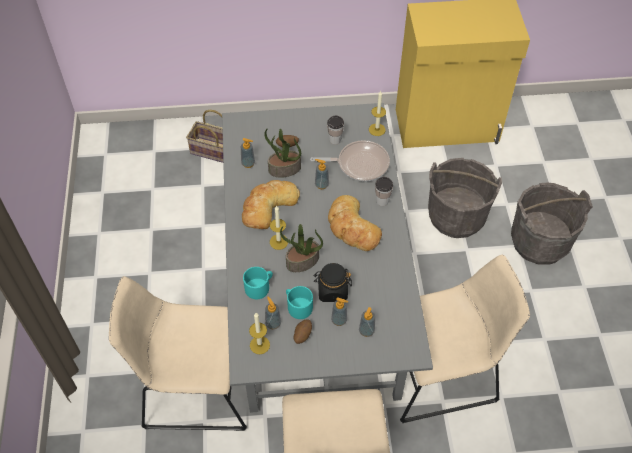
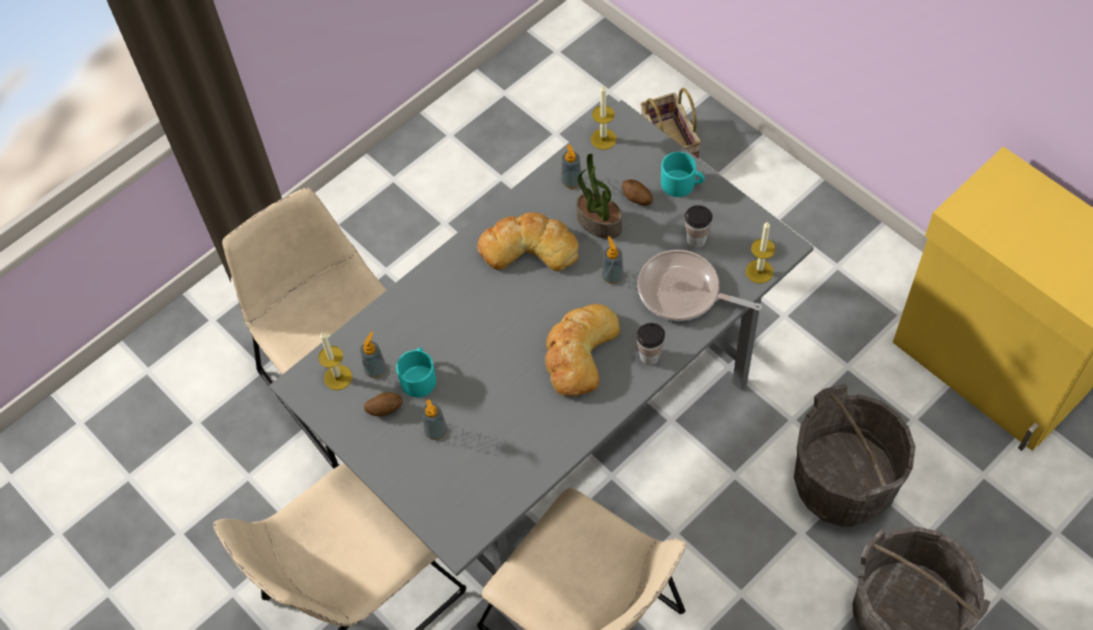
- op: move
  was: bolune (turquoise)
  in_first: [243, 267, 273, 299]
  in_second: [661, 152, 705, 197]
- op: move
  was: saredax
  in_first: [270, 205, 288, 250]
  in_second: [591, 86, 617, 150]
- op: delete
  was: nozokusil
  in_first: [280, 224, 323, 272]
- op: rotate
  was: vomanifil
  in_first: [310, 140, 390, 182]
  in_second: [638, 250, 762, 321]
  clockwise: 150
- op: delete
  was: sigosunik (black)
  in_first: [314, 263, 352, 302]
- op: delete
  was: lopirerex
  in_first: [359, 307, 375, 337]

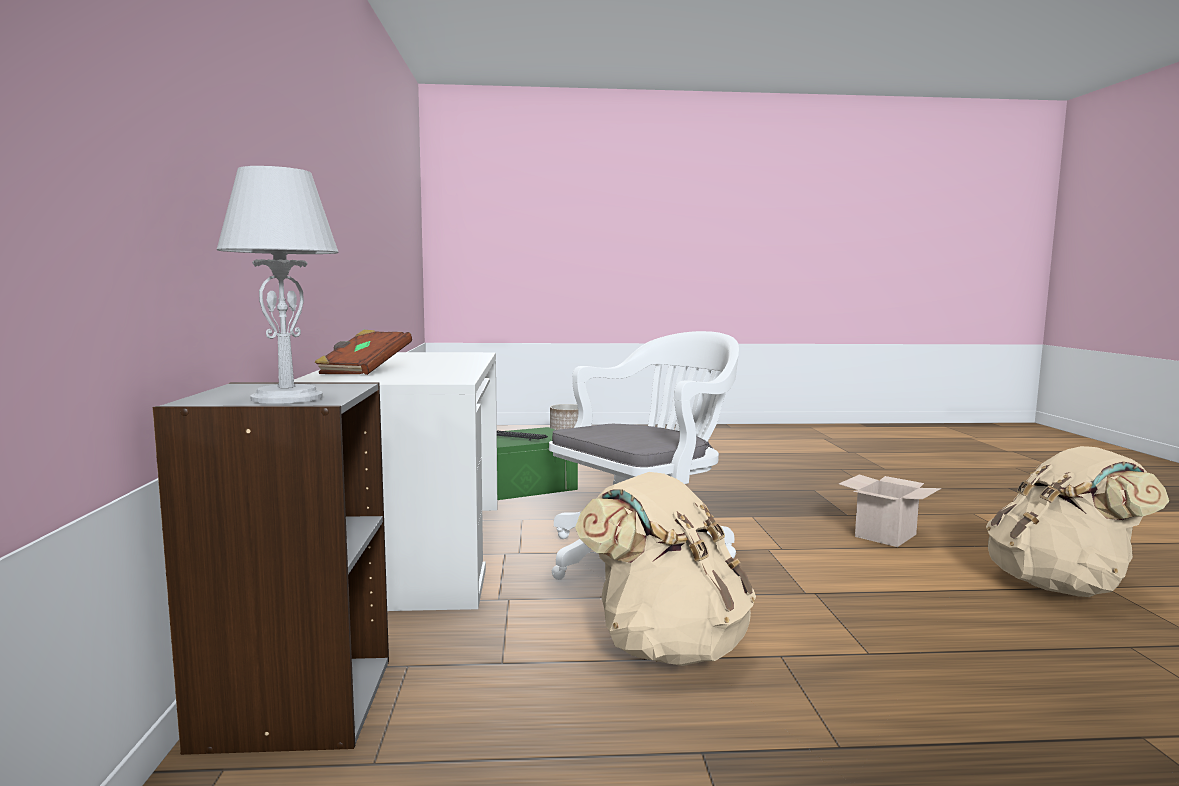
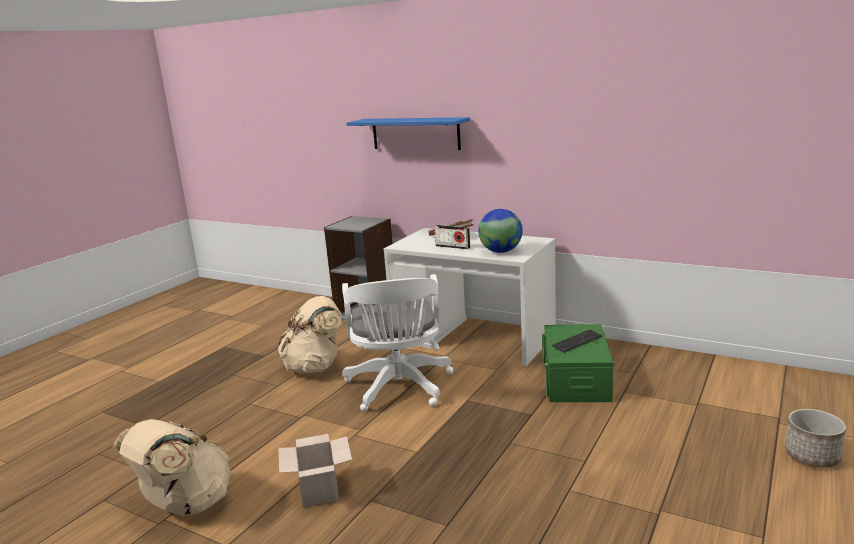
- op: delete
  was: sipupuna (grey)
  in_first: [217, 166, 338, 404]
- op: insert
  now: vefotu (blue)
  in_second: [346, 117, 470, 150]
- op: insert
  now: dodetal
  in_second: [435, 225, 470, 249]
- op: insert
  now: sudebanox
  in_second: [478, 209, 523, 253]

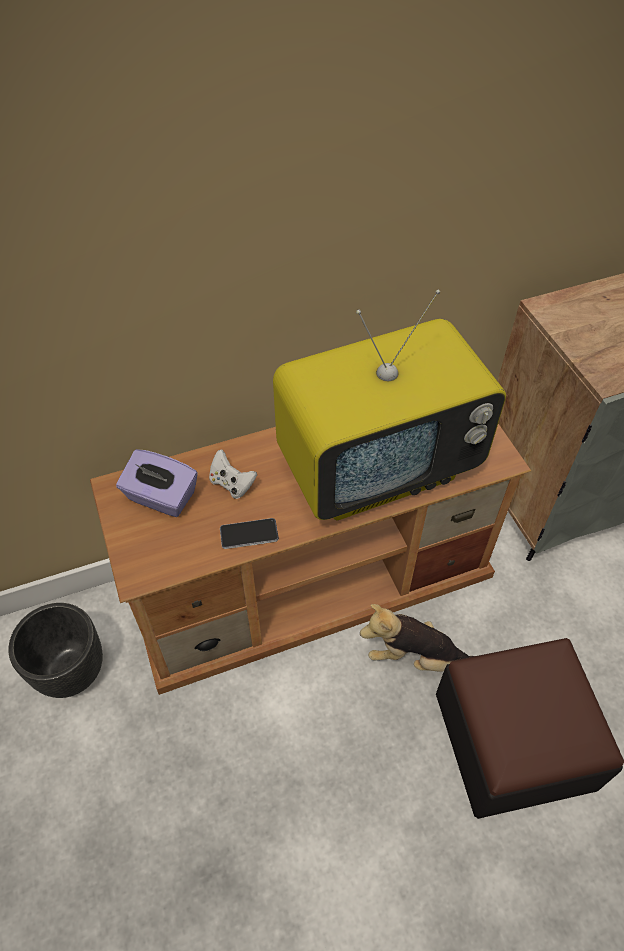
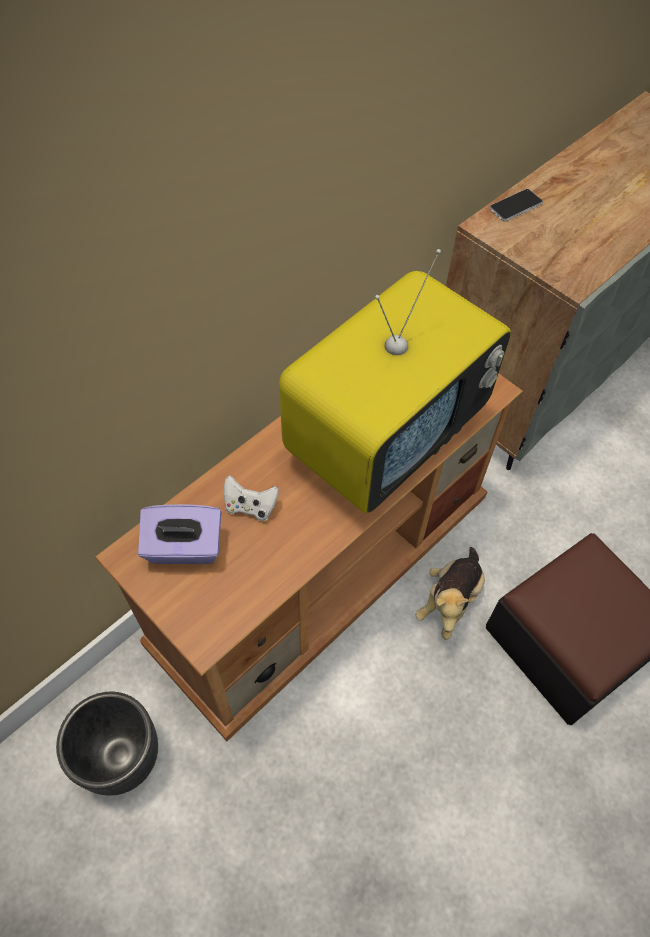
- op: move
  was: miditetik
  in_first: [220, 518, 279, 549]
  in_second: [489, 189, 543, 221]
- op: rotate
  was: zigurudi
  in_first: [360, 604, 474, 672]
  in_second: [415, 547, 485, 640]
  clockwise: -45

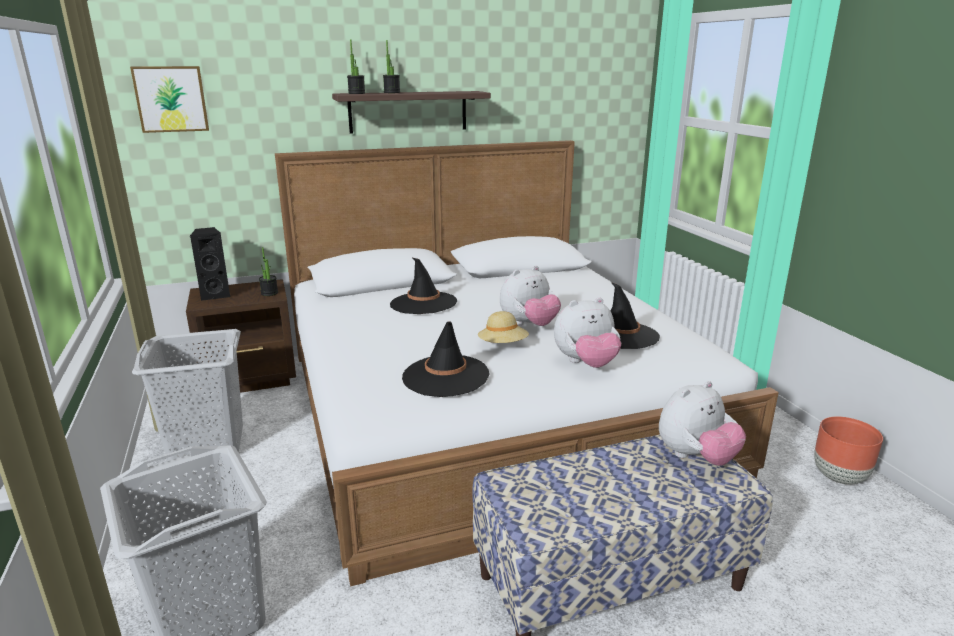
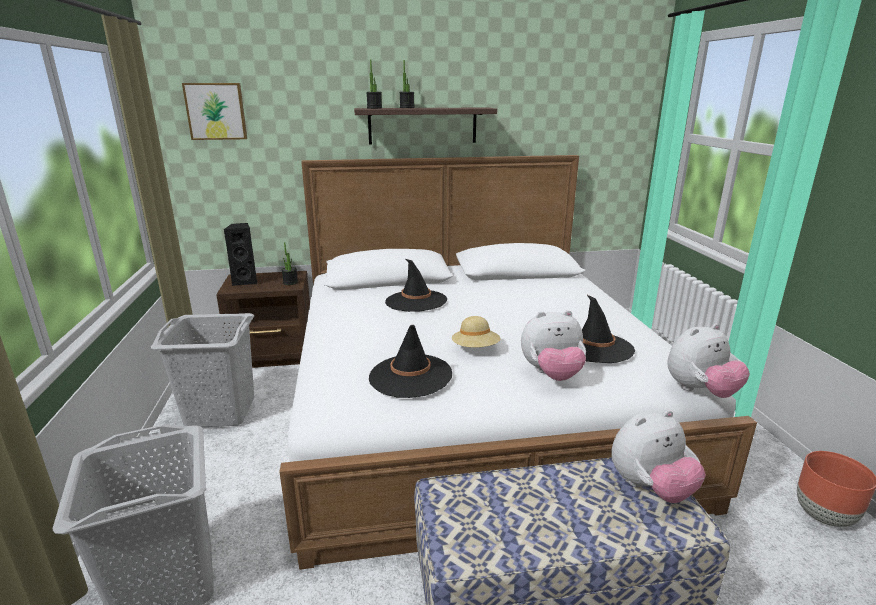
- op: move
  was: zigurudi
  in_first: [500, 266, 561, 326]
  in_second: [667, 324, 750, 398]

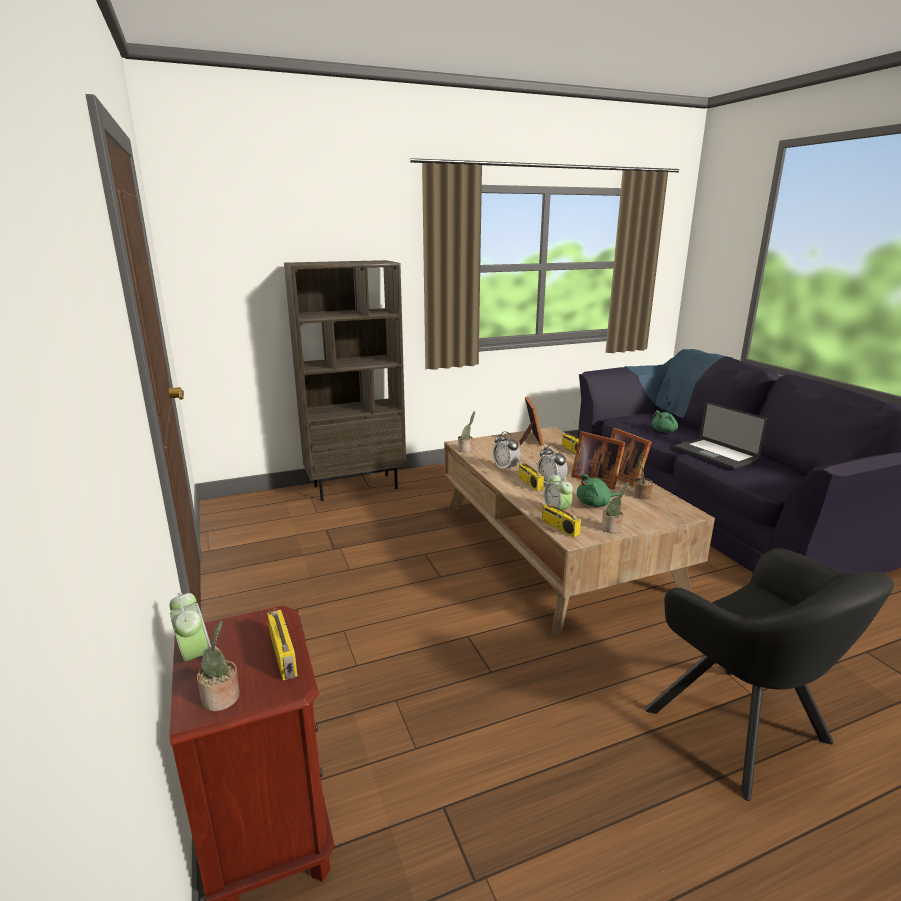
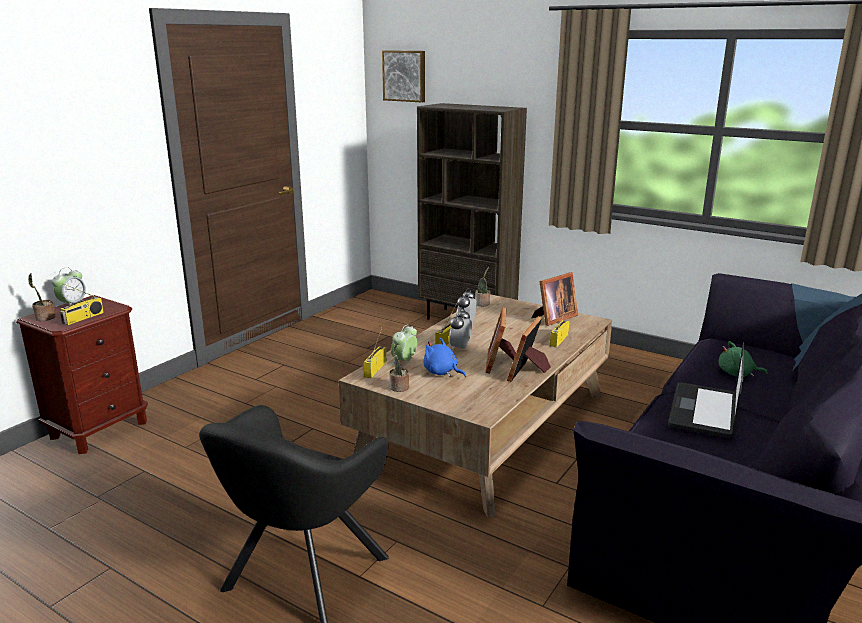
- op: recolor
  was: zigurudi (green)
  now: zigurudi (blue)
  in_first: [577, 474, 619, 507]
  in_second: [423, 338, 466, 377]
- op: delete
  was: nozokusil
  in_first: [633, 453, 653, 499]
- op: insert
  now: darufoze
  in_second: [382, 50, 425, 103]

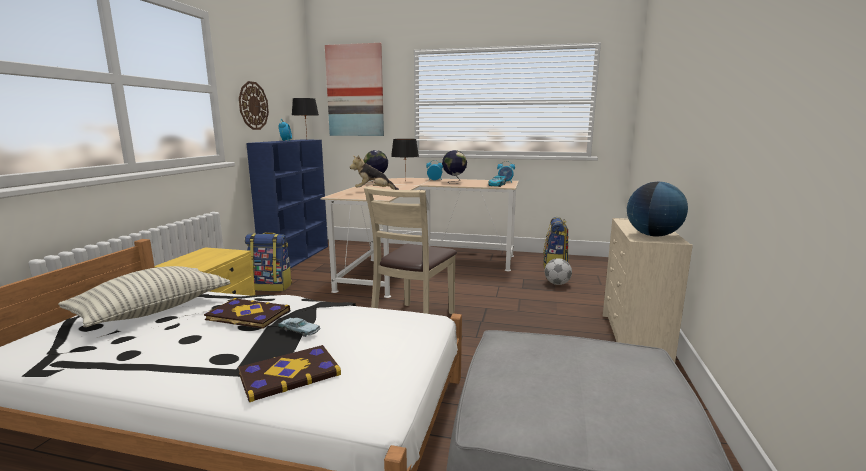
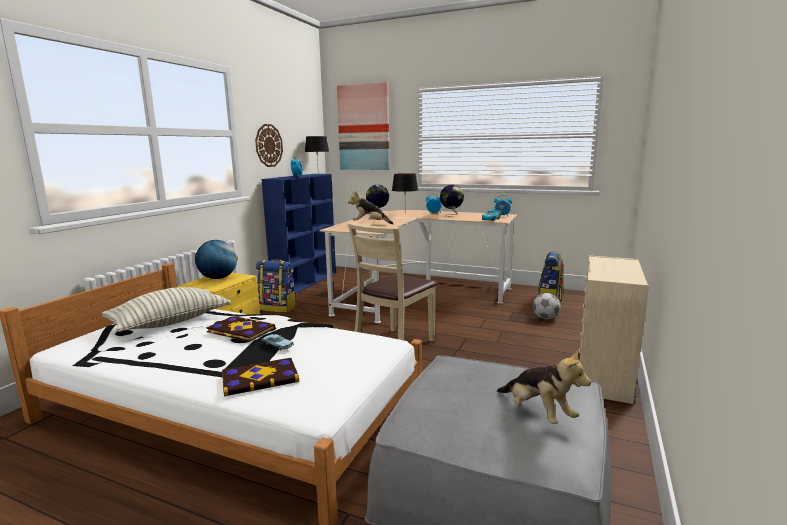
- op: move
  was: sudebanox
  in_first: [627, 182, 688, 236]
  in_second: [195, 240, 238, 279]
- op: insert
  now: zigurudi
  in_second: [497, 350, 591, 424]

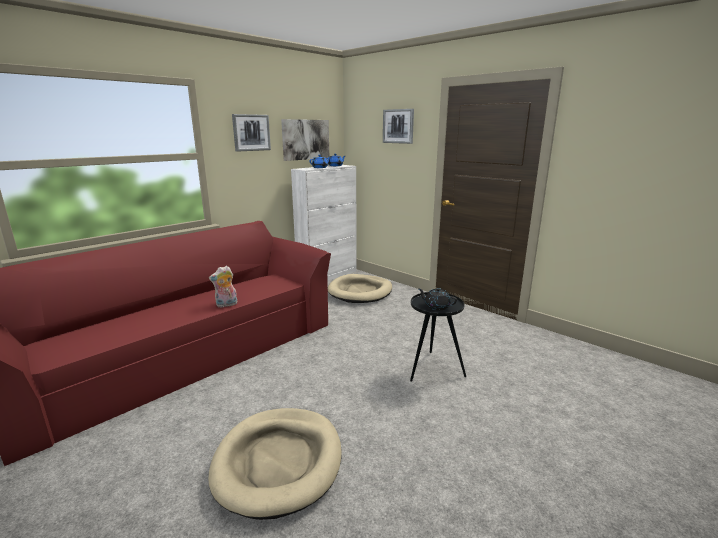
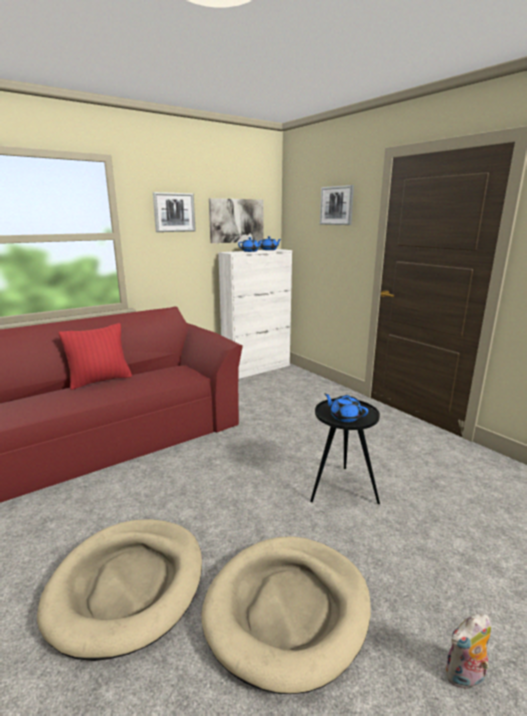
- op: move
  was: zigurudi
  in_first: [209, 266, 238, 307]
  in_second: [445, 613, 491, 690]
- op: move
  was: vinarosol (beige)
  in_first: [328, 274, 392, 303]
  in_second: [201, 536, 371, 694]
- op: recolor
  was: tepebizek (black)
  now: tepebizek (blue)
  in_first: [418, 288, 457, 310]
  in_second: [324, 393, 368, 422]
- op: insert
  now: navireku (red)
  in_second: [58, 323, 132, 390]

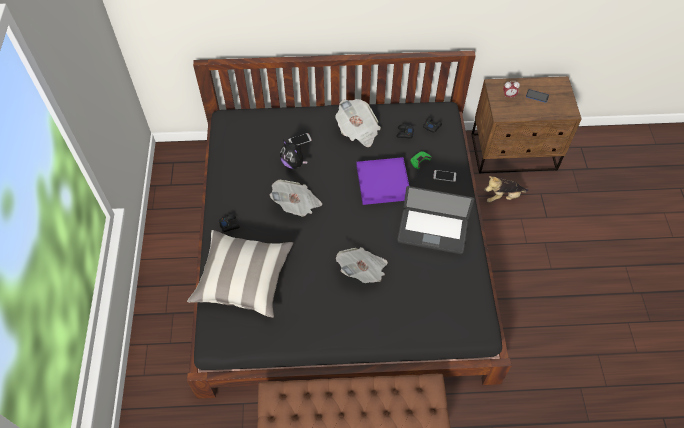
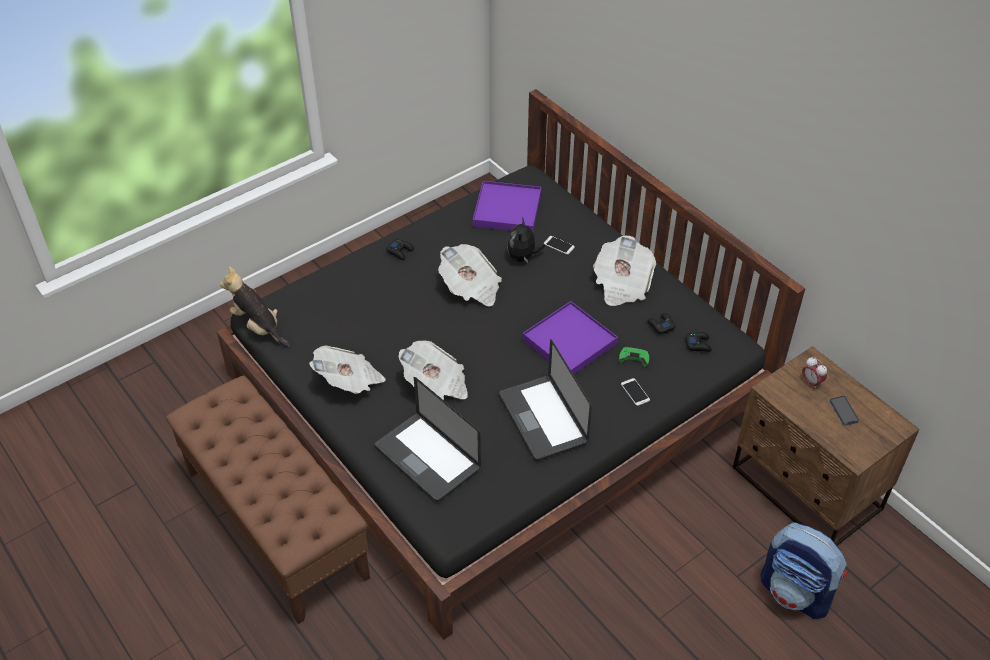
- op: delete
  was: navireku
  in_first: [187, 230, 293, 318]
- op: move
  was: zigurudi
  in_first: [484, 176, 529, 202]
  in_second: [220, 267, 290, 347]
- op: insert
  now: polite
  in_second: [309, 345, 386, 394]
- op: insert
  now: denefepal
  in_second: [375, 377, 481, 502]
- op: insert
  now: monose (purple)
  in_second: [473, 181, 541, 232]
- op: insert
  now: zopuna
  in_second: [760, 522, 848, 619]

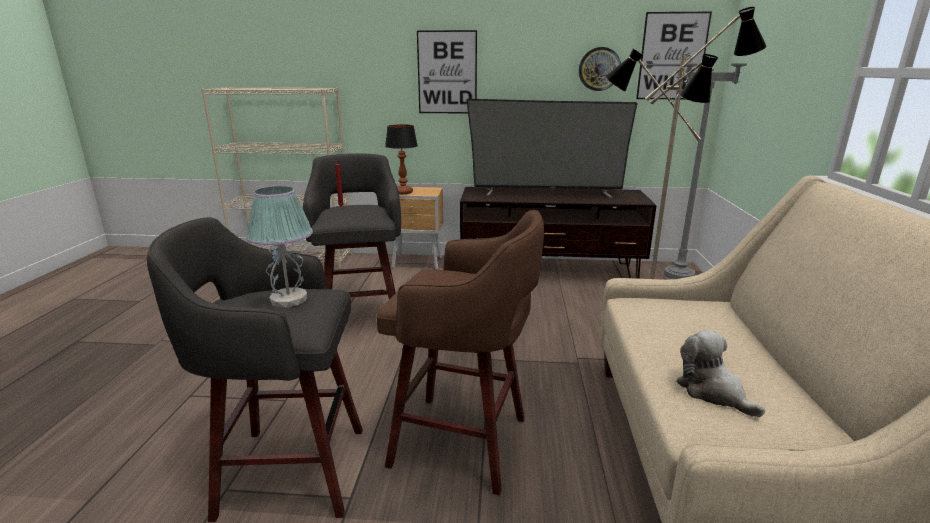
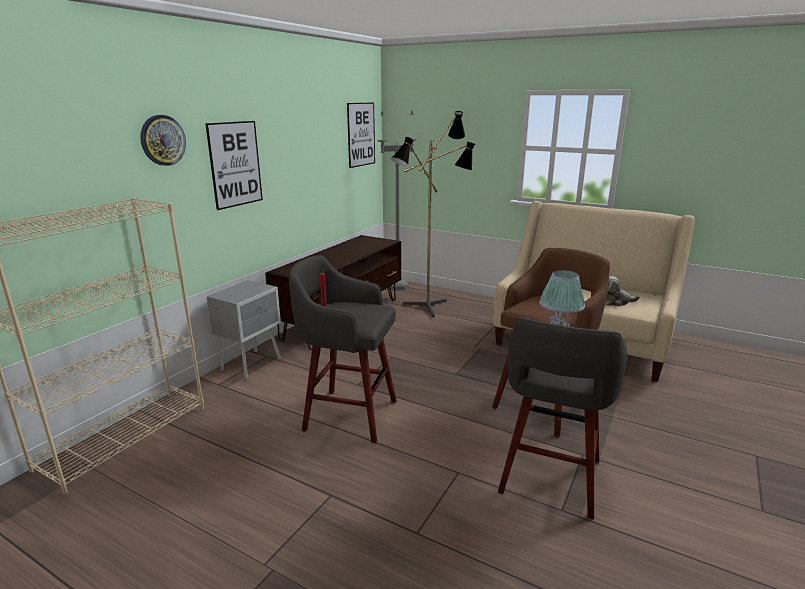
- op: delete
  was: sipupuna
  in_first: [385, 125, 418, 194]
- op: recolor
  was: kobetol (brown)
  now: kobetol (grey)
  in_first: [391, 187, 443, 269]
  in_second: [207, 280, 281, 379]
- op: delete
  was: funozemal
  in_first: [466, 99, 638, 198]
- op: move
  was: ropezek
  in_first: [579, 47, 621, 91]
  in_second: [140, 115, 186, 166]

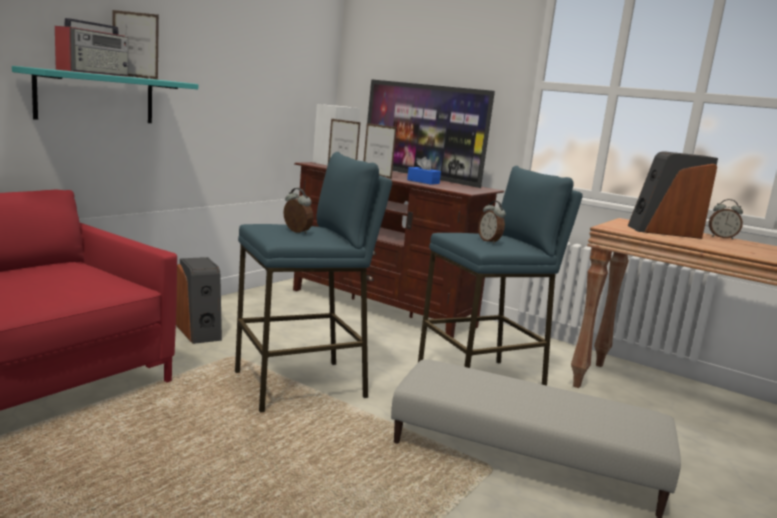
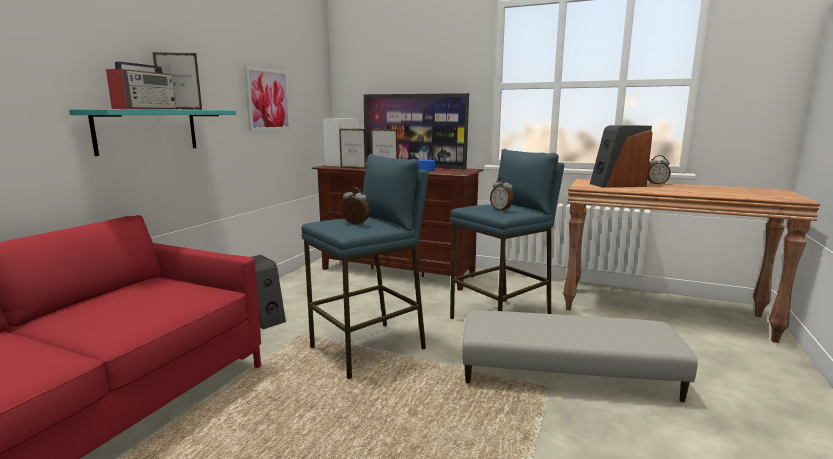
- op: insert
  now: darufoze
  in_second: [244, 67, 291, 131]

